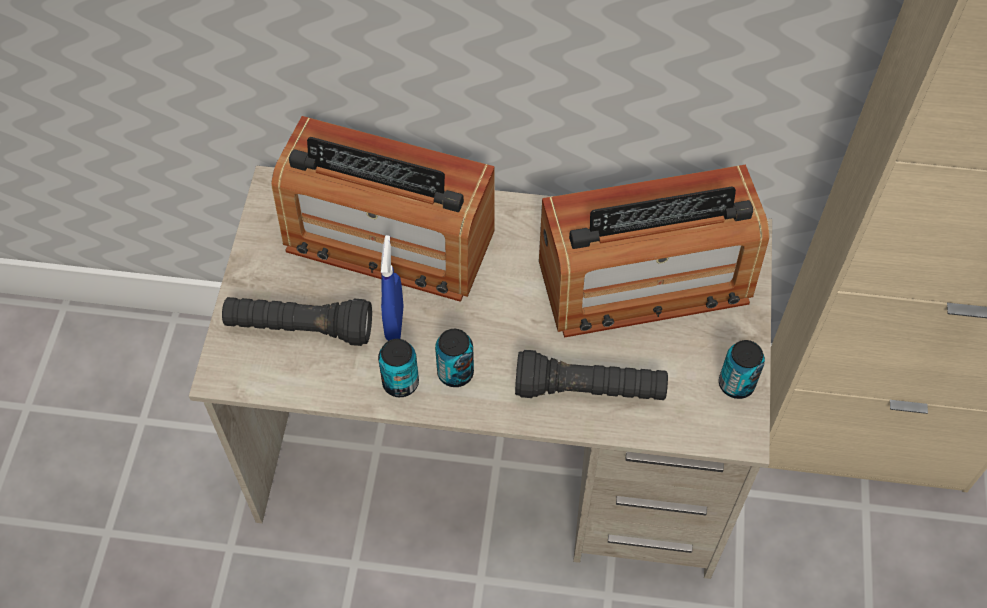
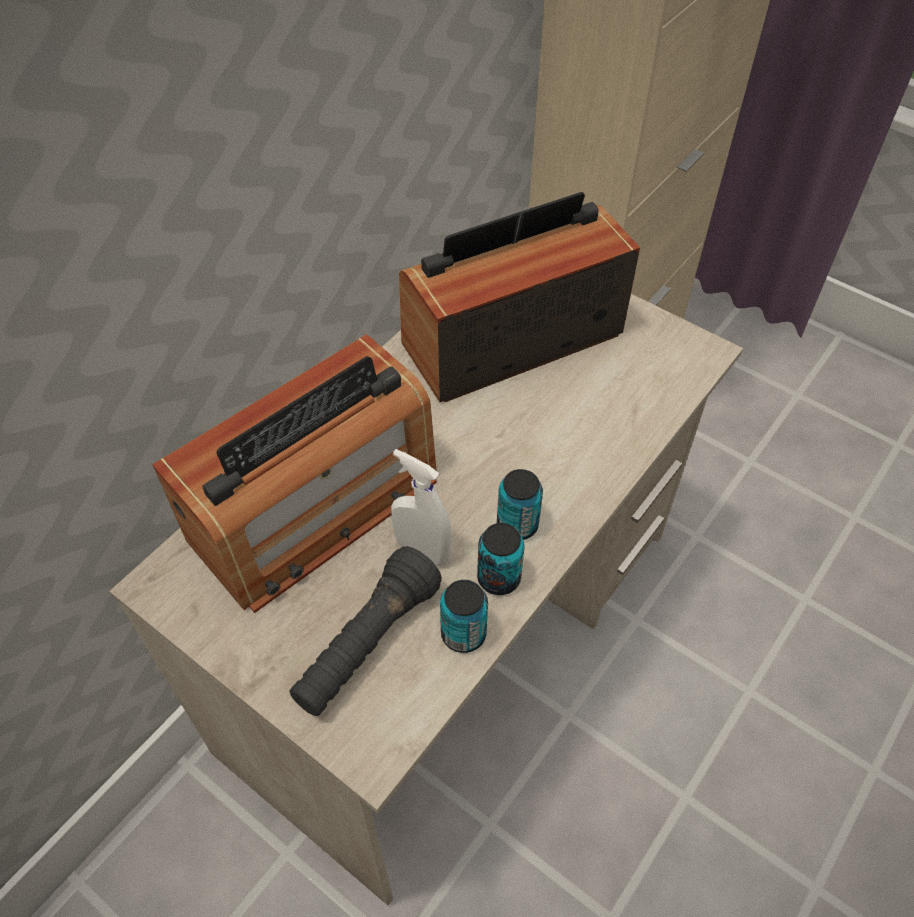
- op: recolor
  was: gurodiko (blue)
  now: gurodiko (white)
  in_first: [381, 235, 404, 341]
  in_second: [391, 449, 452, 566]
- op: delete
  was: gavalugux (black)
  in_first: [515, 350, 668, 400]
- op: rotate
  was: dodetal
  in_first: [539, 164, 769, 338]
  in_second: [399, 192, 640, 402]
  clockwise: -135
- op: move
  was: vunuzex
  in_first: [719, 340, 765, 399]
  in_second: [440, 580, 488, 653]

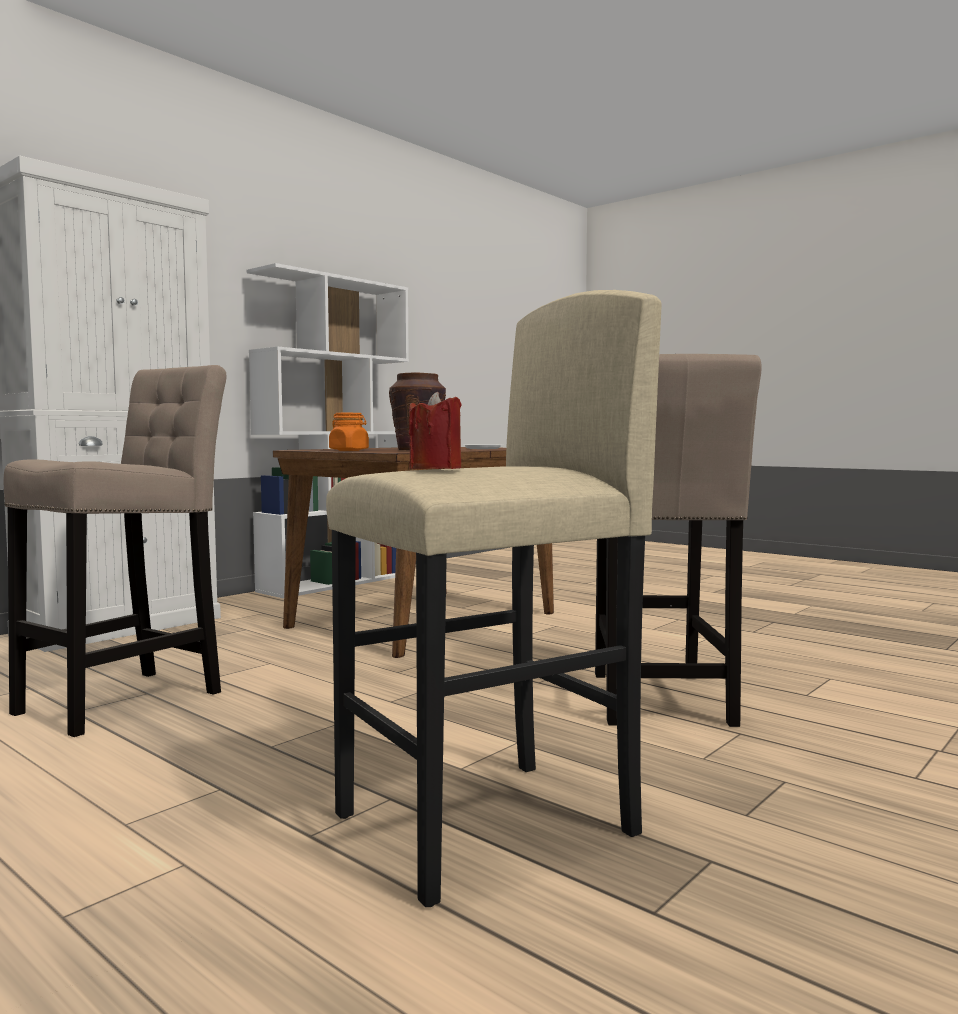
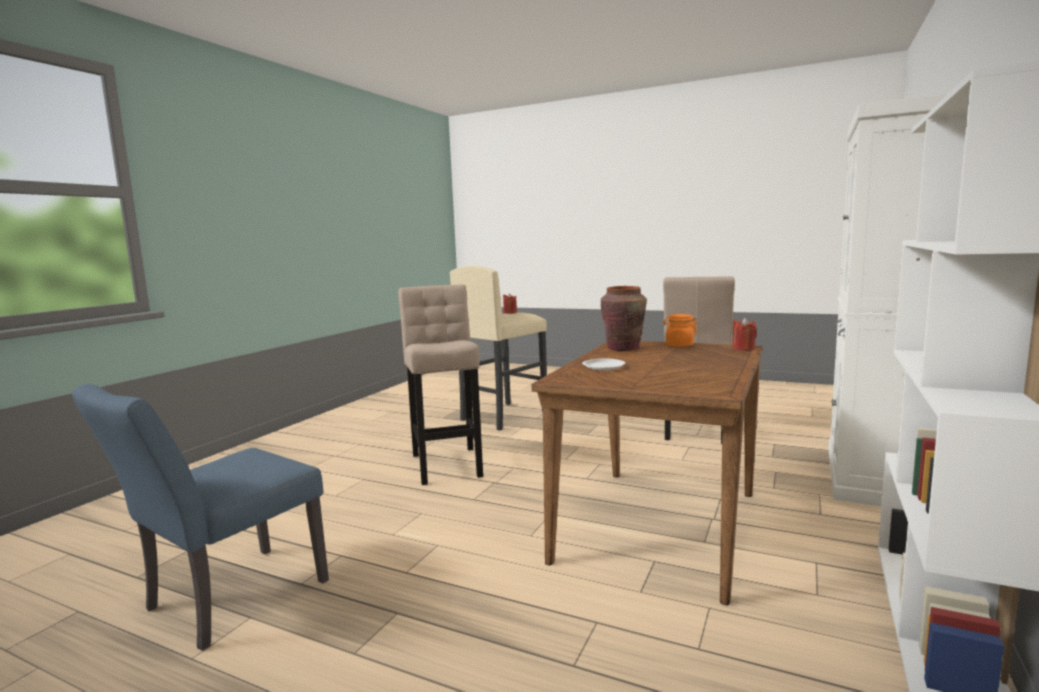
- op: insert
  now: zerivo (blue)
  in_second: [72, 384, 329, 651]
- op: insert
  now: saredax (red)
  in_second: [732, 317, 757, 351]

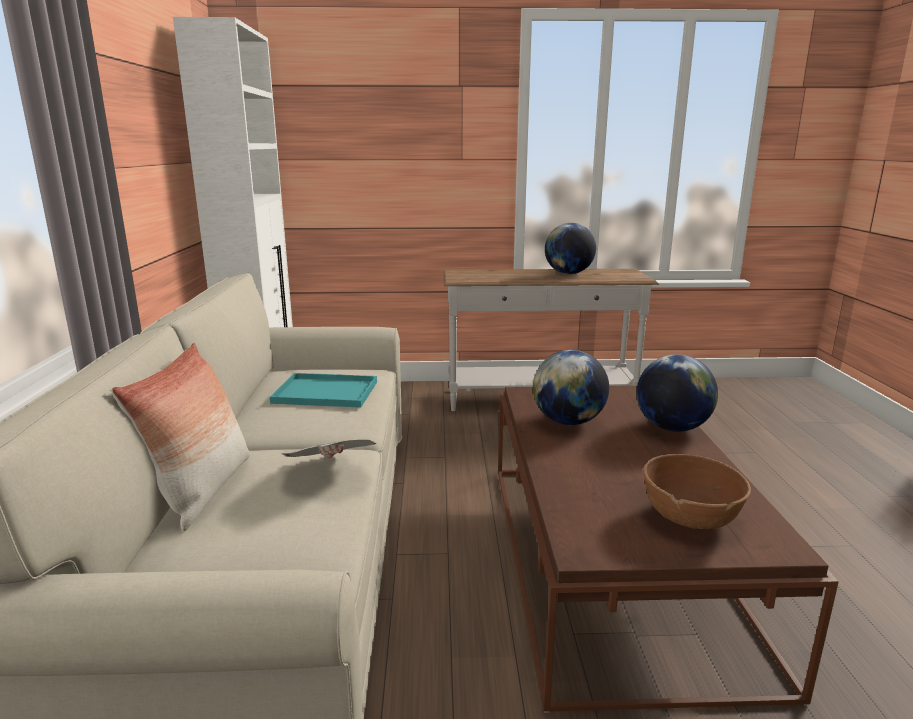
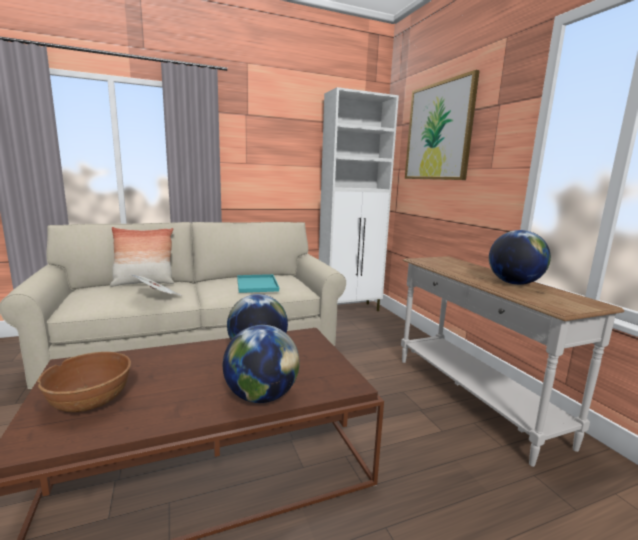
- op: insert
  now: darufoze
  in_second: [405, 70, 480, 180]

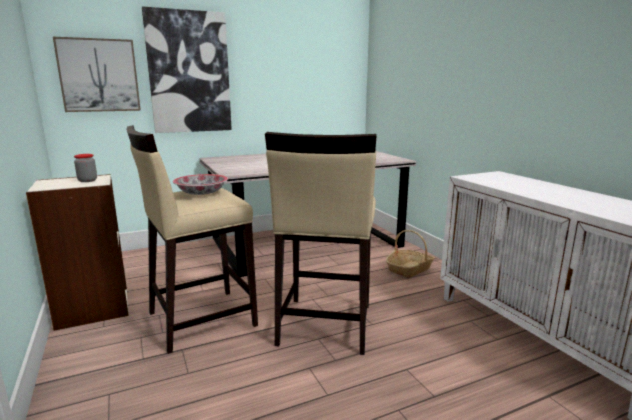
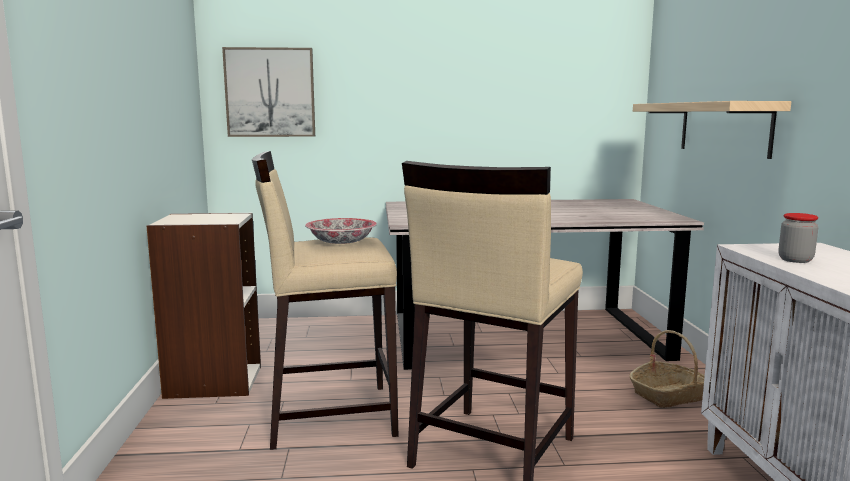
- op: move
  was: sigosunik
  in_first: [74, 154, 97, 182]
  in_second: [778, 213, 819, 263]
- op: delete
  was: darufoze
  in_first: [142, 6, 232, 133]
- op: insert
  now: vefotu
  in_second: [633, 101, 791, 159]

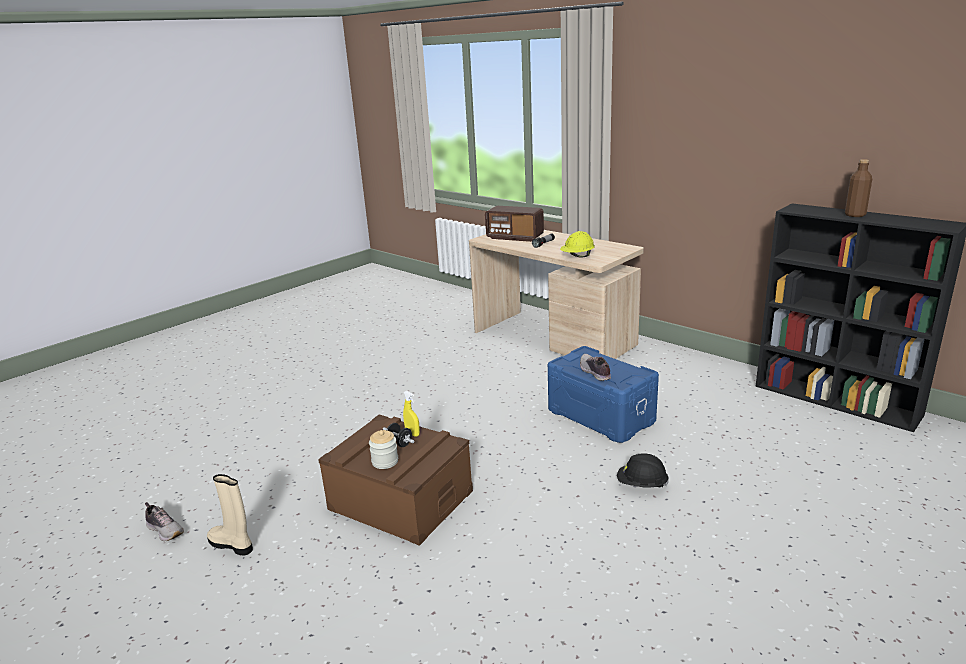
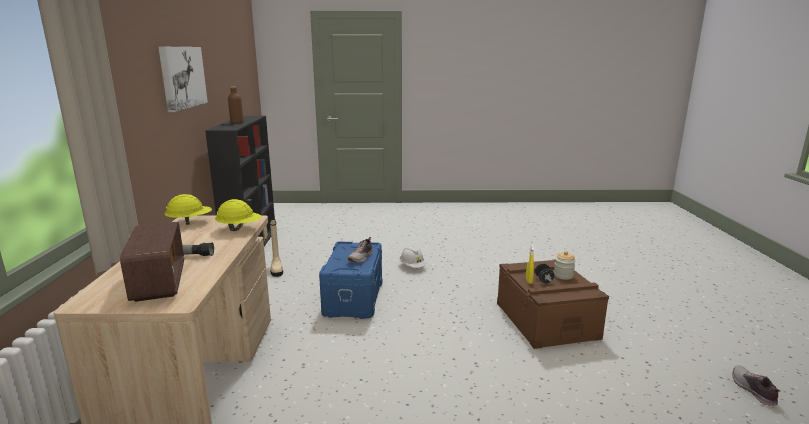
- op: move
  was: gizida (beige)
  in_first: [207, 474, 253, 556]
  in_second: [270, 219, 283, 277]
- op: recolor
  was: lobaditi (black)
  now: lobaditi (white)
  in_first: [617, 453, 669, 488]
  in_second: [400, 246, 426, 268]
- op: insert
  now: darufoze
  in_second: [158, 47, 208, 112]
- op: insert
  now: lobaditi (yellow)
  in_second: [164, 194, 212, 225]

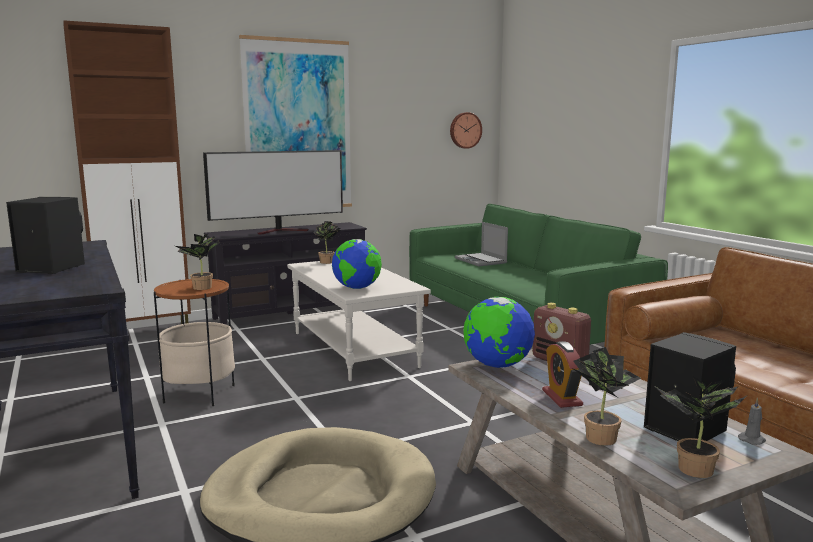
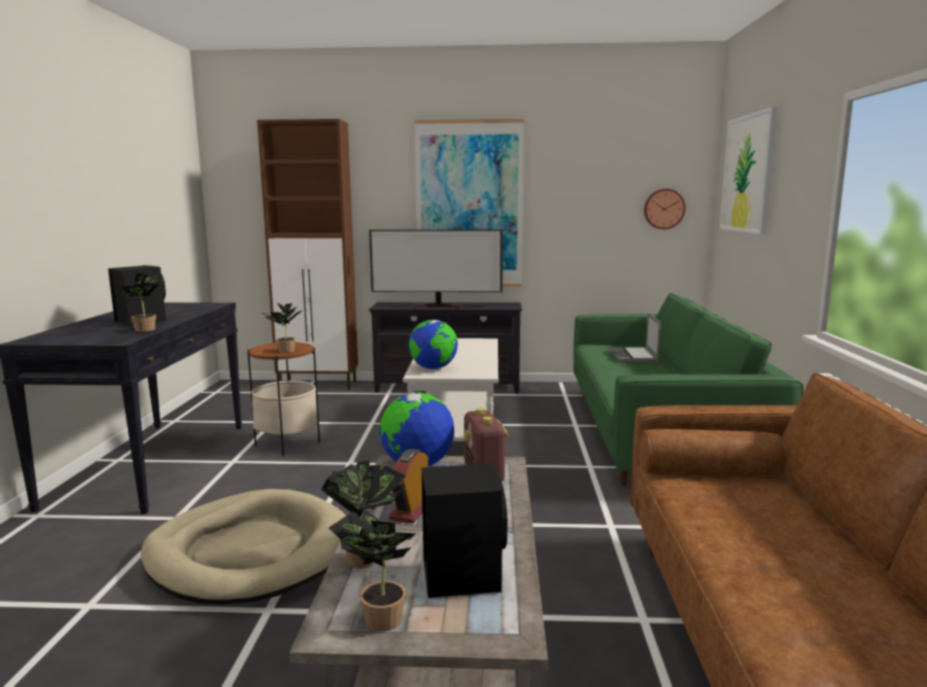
- op: move
  was: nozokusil
  in_first: [313, 221, 341, 264]
  in_second: [119, 273, 163, 332]
- op: delete
  was: saredax (grey)
  in_first: [738, 397, 766, 445]
- op: insert
  now: darufoze
  in_second: [720, 106, 779, 234]

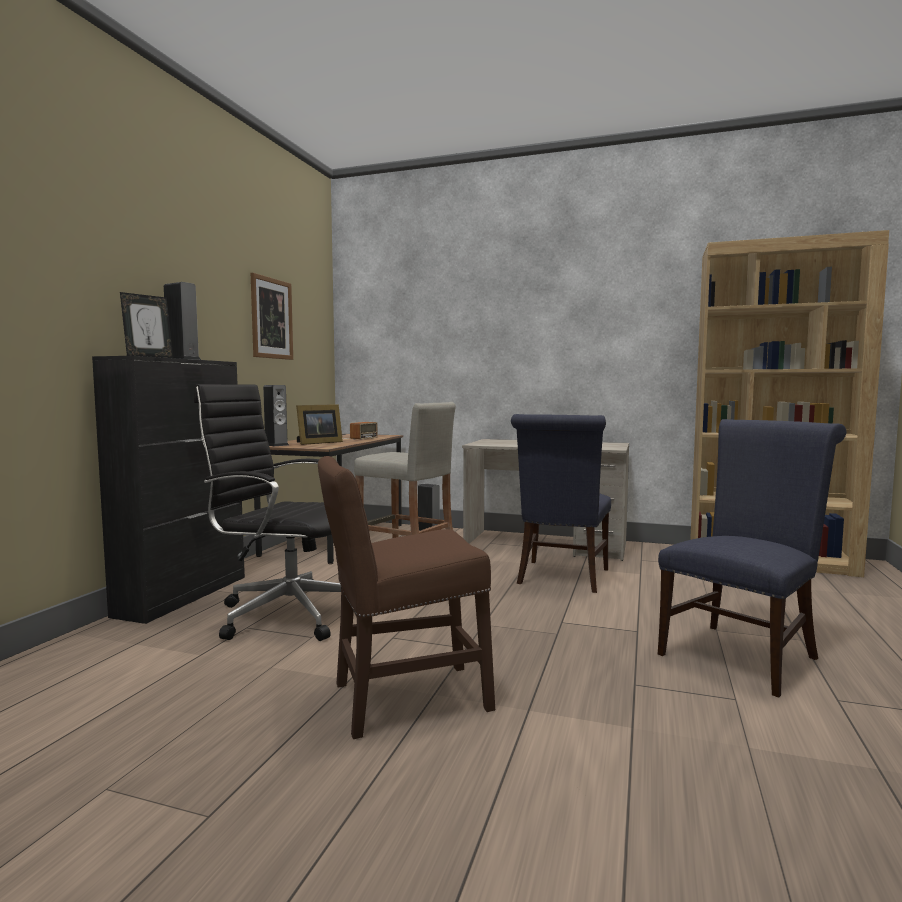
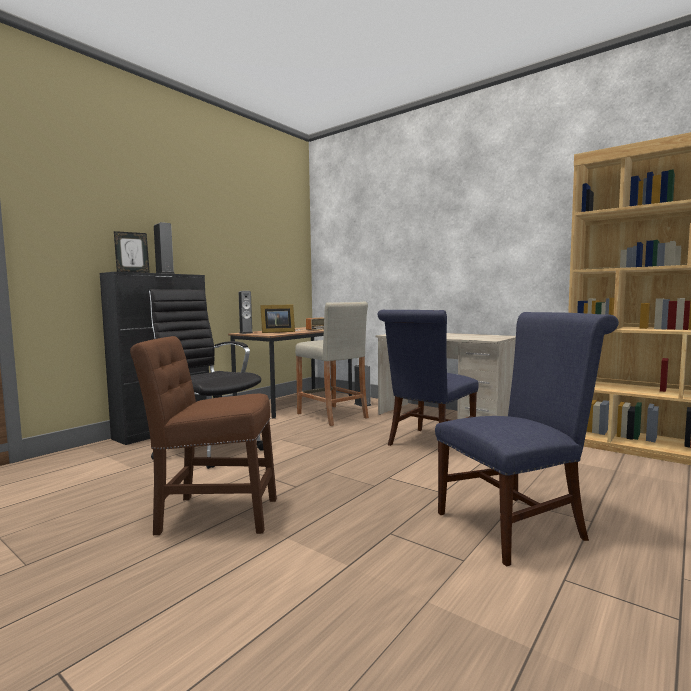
- op: delete
  was: darufoze
  in_first: [251, 273, 293, 360]

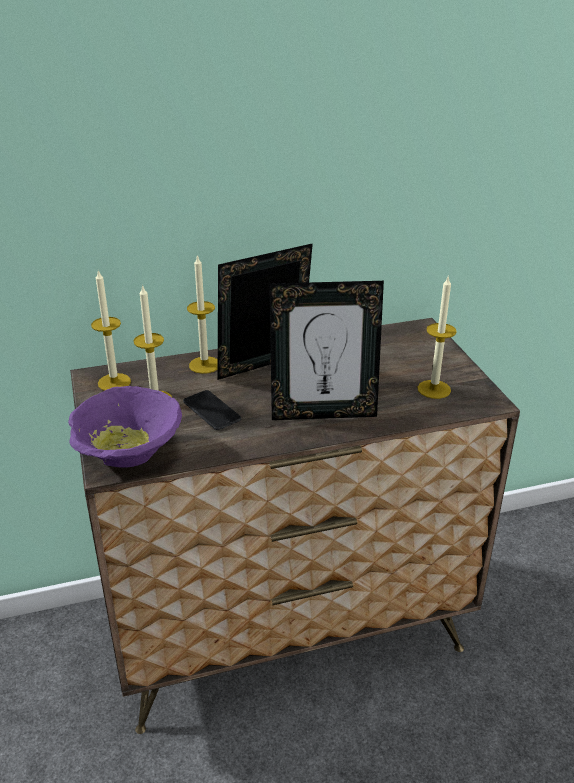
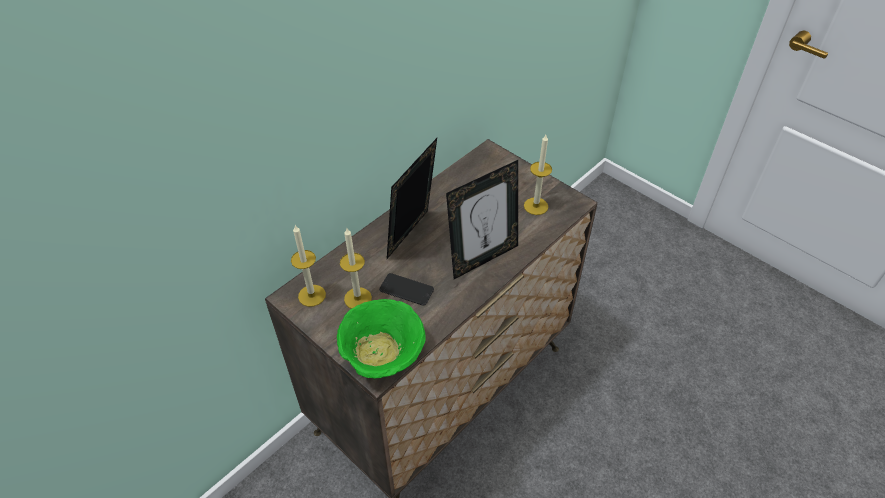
- op: recolor
  was: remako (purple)
  now: remako (green)
  in_first: [68, 386, 182, 468]
  in_second: [337, 299, 426, 378]
- op: delete
  was: saredax
  in_first: [187, 254, 218, 374]

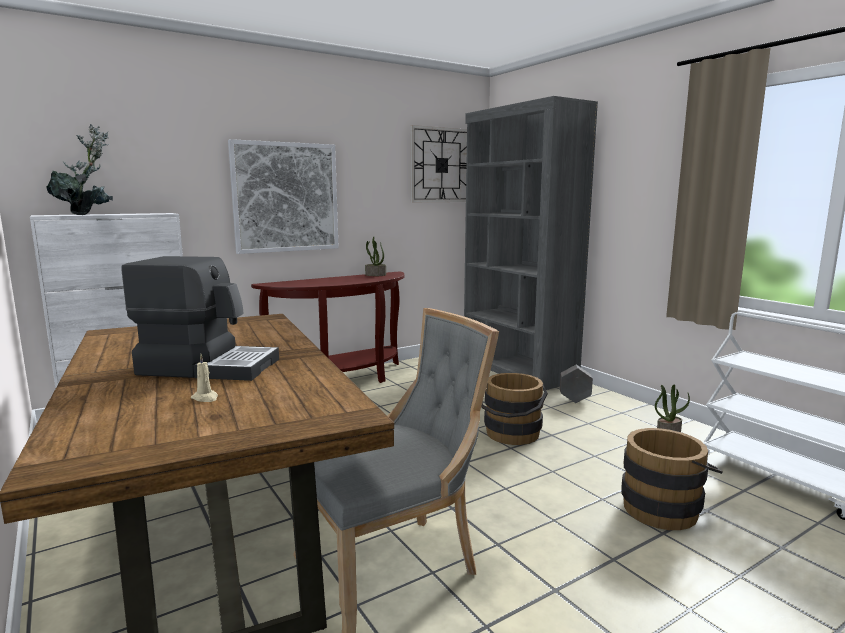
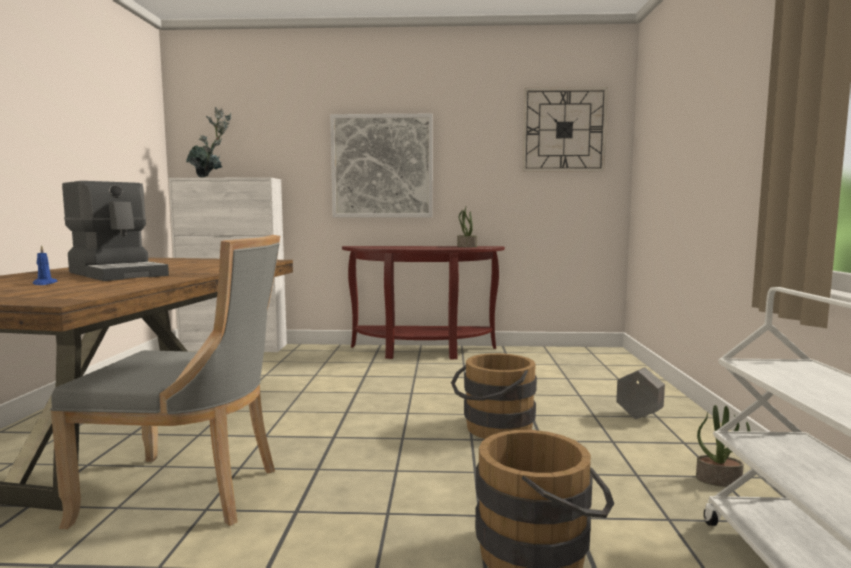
- op: recolor
  was: saredax (beige)
  now: saredax (blue)
  in_first: [191, 354, 218, 402]
  in_second: [33, 245, 57, 285]
- op: delete
  was: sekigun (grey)
  in_first: [464, 96, 598, 391]

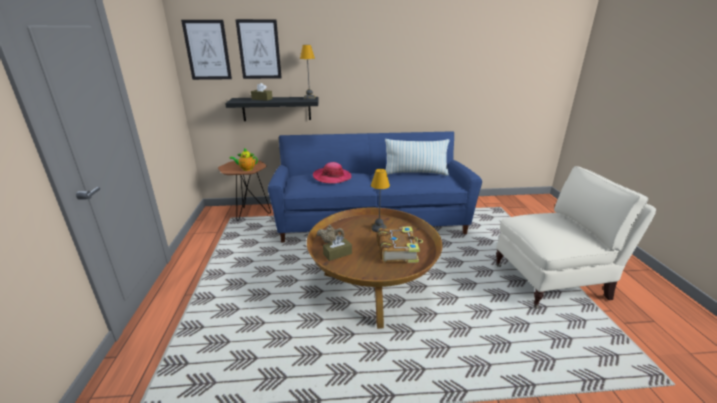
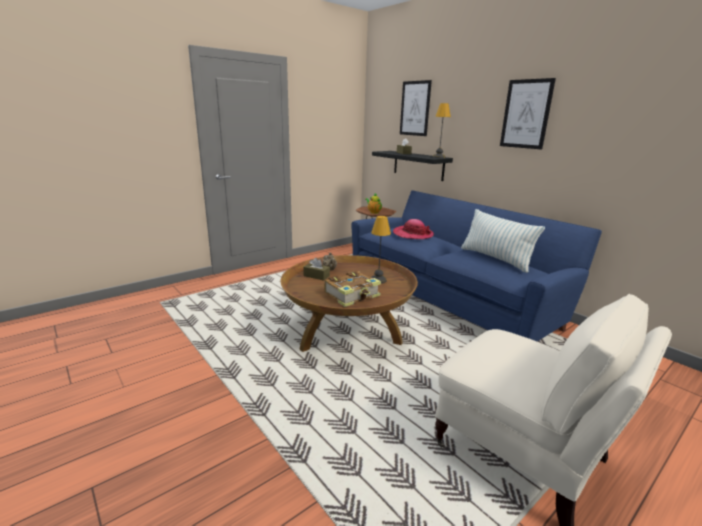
- op: move
  was: darufoze
  in_first: [181, 20, 232, 80]
  in_second: [500, 78, 556, 150]

